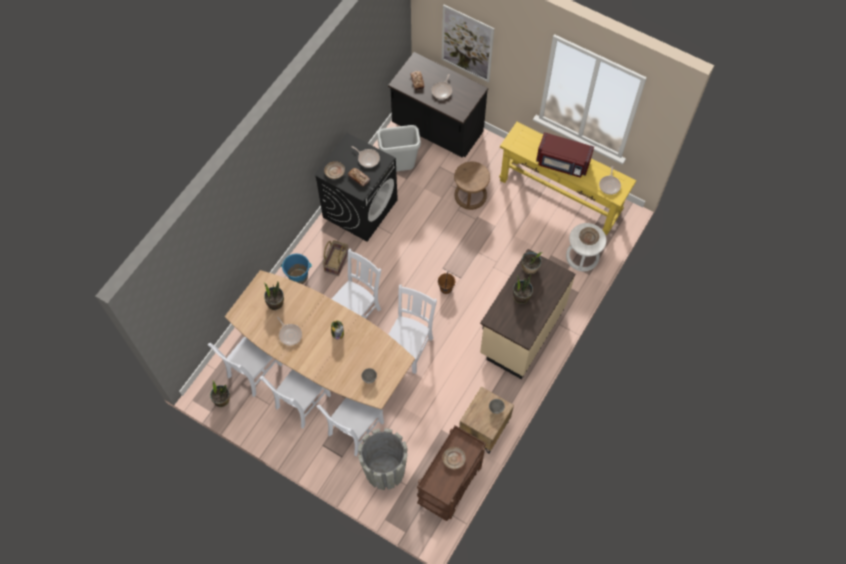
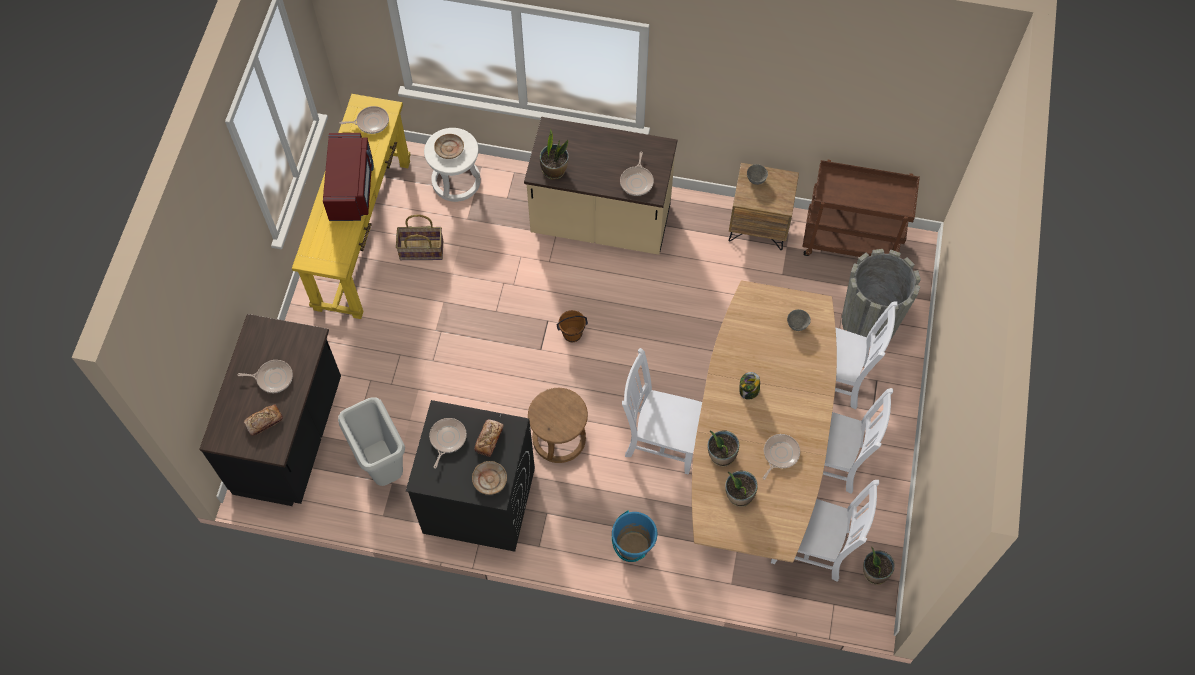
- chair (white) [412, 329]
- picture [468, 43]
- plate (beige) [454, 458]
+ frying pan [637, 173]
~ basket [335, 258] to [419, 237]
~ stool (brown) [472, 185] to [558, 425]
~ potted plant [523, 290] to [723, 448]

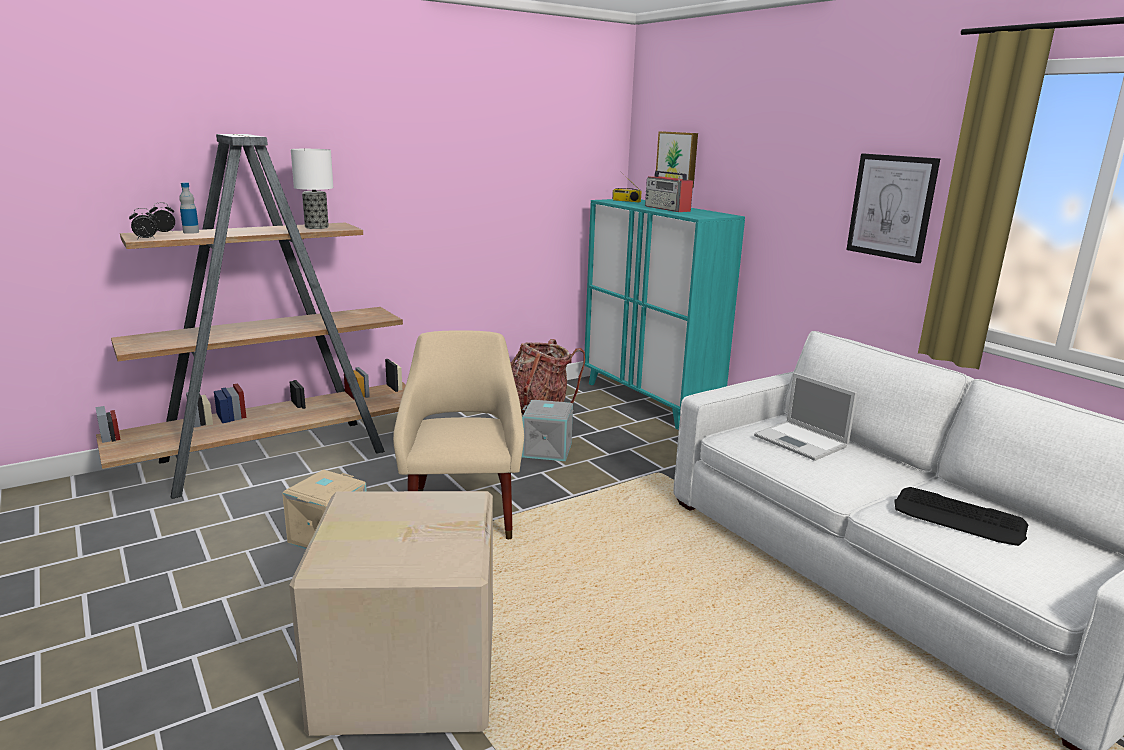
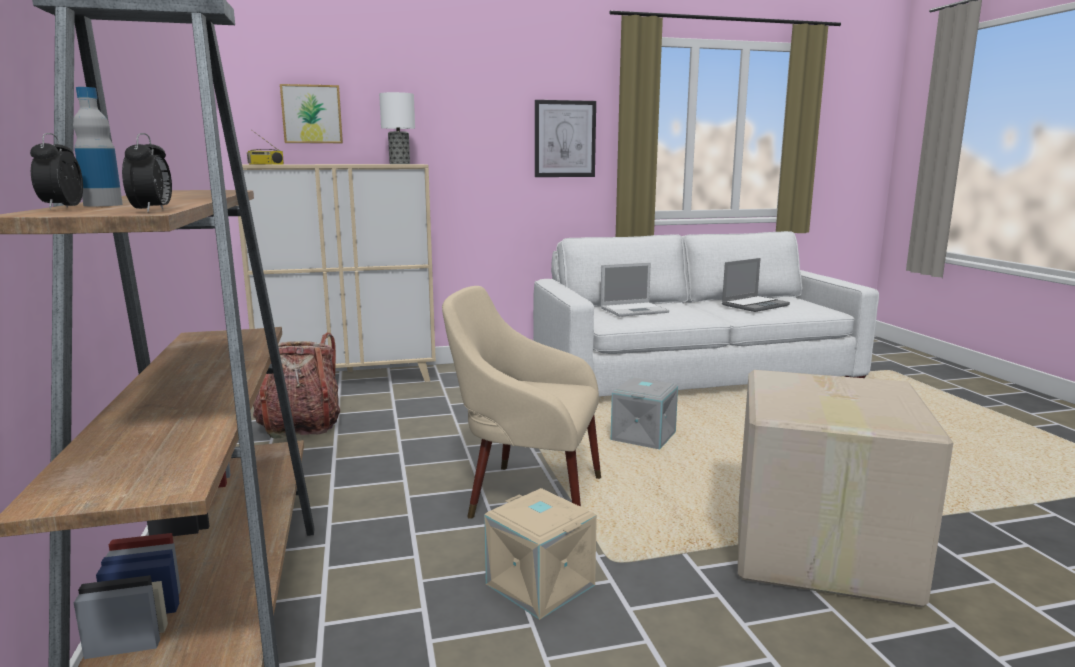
- radio [669, 191]
~ table lamp [312, 189] to [397, 128]
~ storage box (grey) [548, 430] to [644, 413]
~ keyboard [961, 516] to laptop [756, 285]
~ cabinet (turquoise) [664, 314] to cabinet (beige) [336, 273]

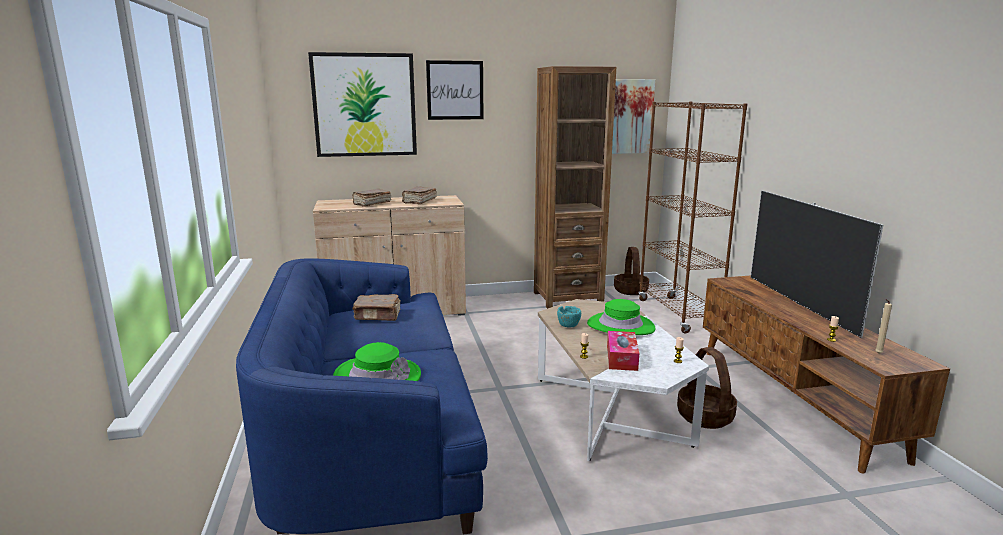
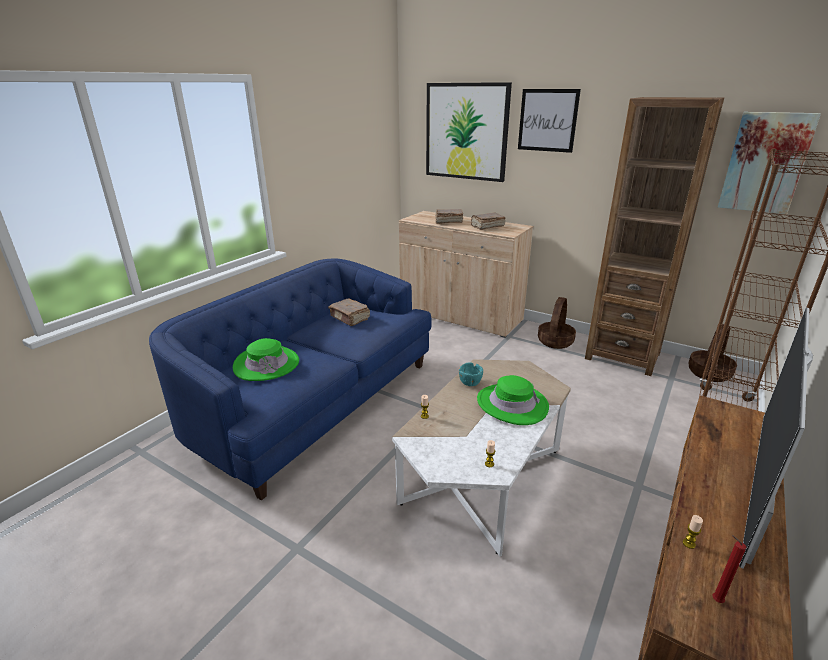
- tissue box [623, 351]
~ basket [707, 388] to [557, 323]
~ candle (beige) [883, 326] to candle (red) [729, 569]

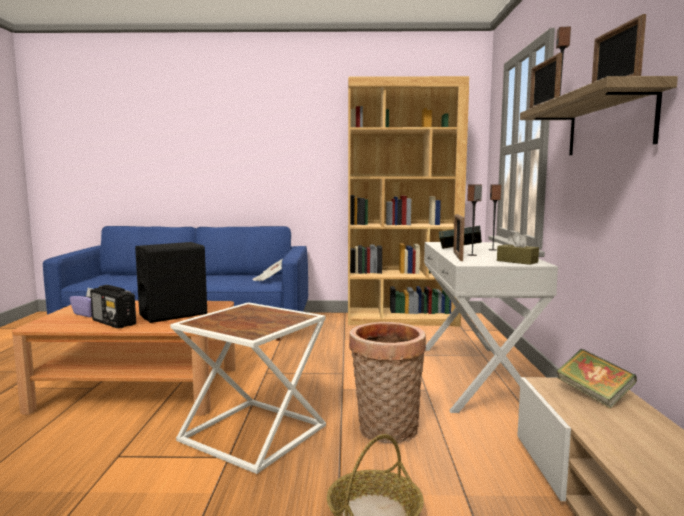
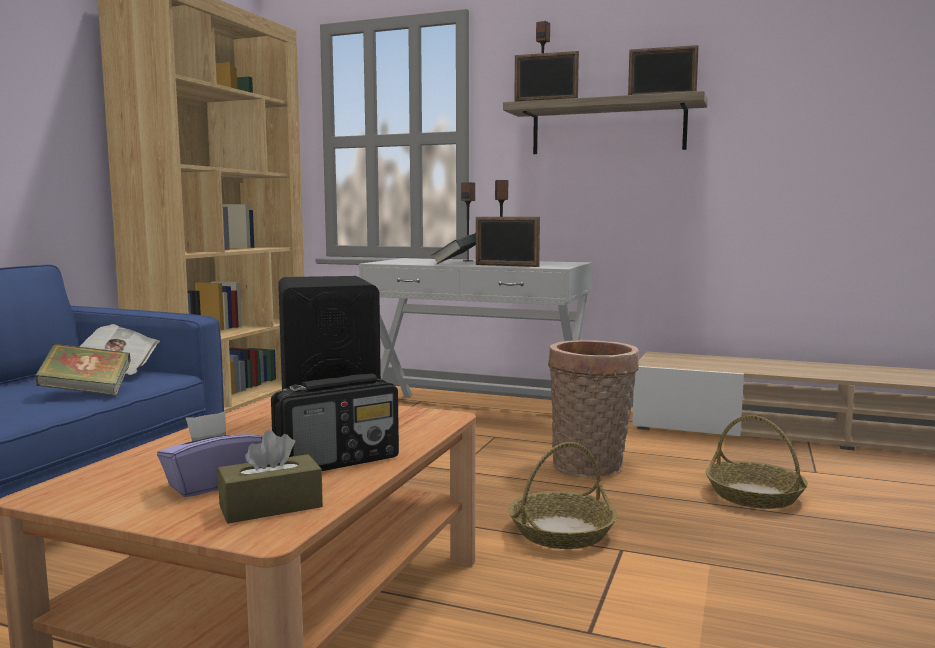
~ tissue box (brown) [518, 248] to [270, 476]
~ book [596, 379] to [83, 370]
~ side table (white) [248, 388] to basket [563, 495]

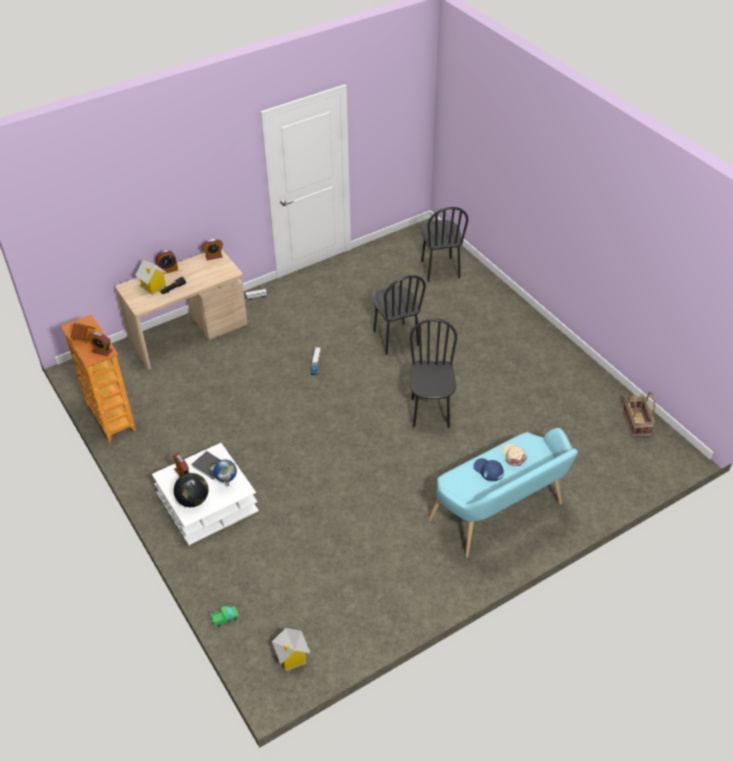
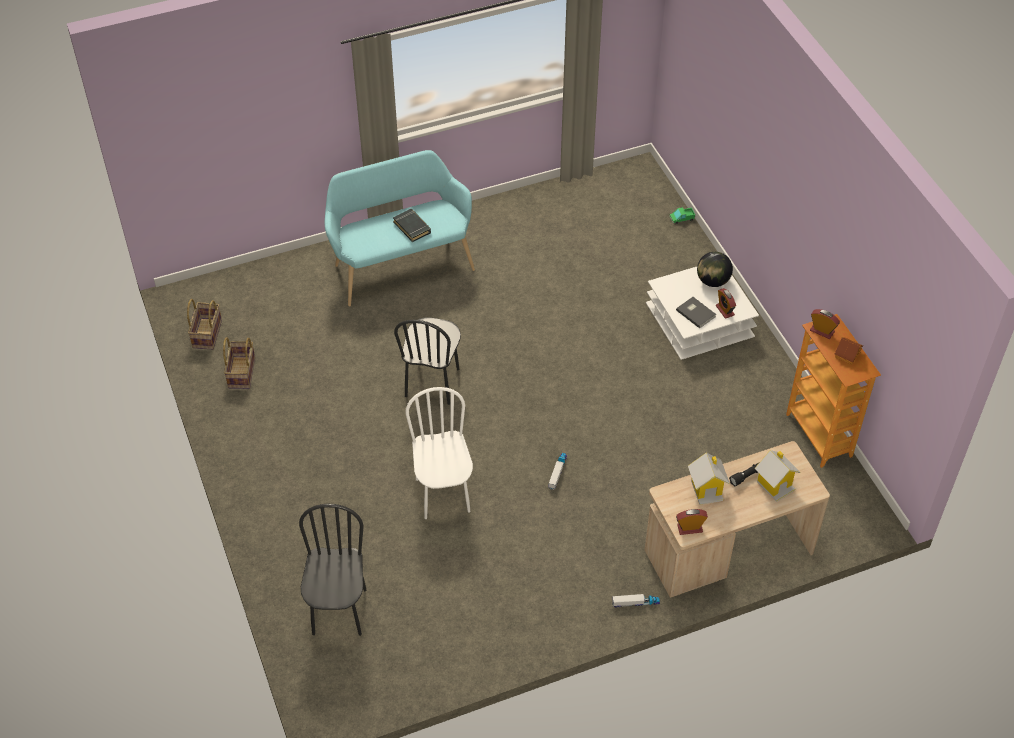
- alarm clock [167, 262]
- globe [225, 473]
- cap (beige) [514, 455]
+ basket [239, 363]
~ toy house [291, 649] to [709, 479]
~ cap (blue) [488, 469] to book (black) [412, 225]
~ chair (black) [399, 315] to chair (white) [439, 453]

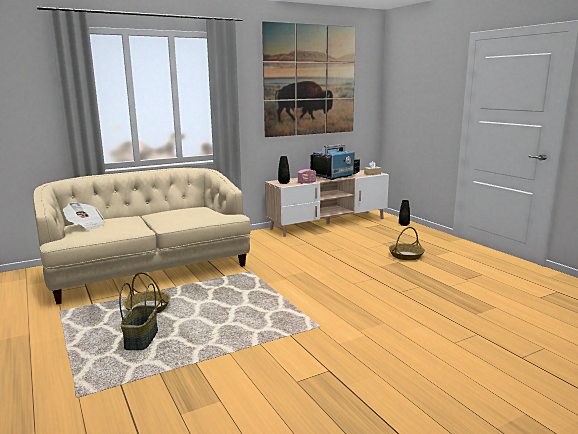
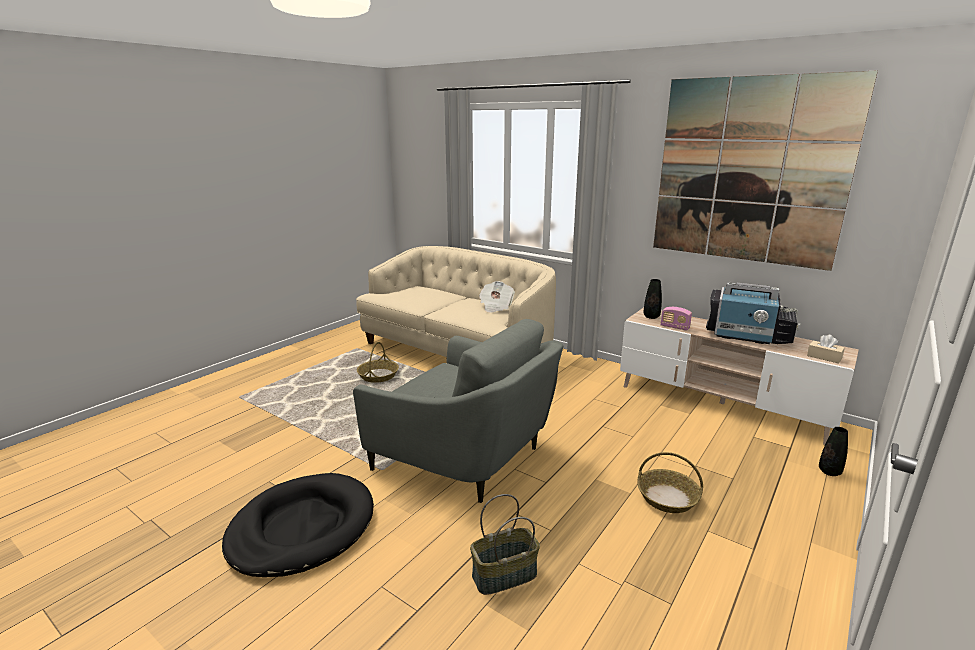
+ dog bed (black) [298, 525]
+ armchair (grey) [458, 411]
~ newspaper [84, 216] to [497, 296]
~ basket [138, 316] to [505, 544]

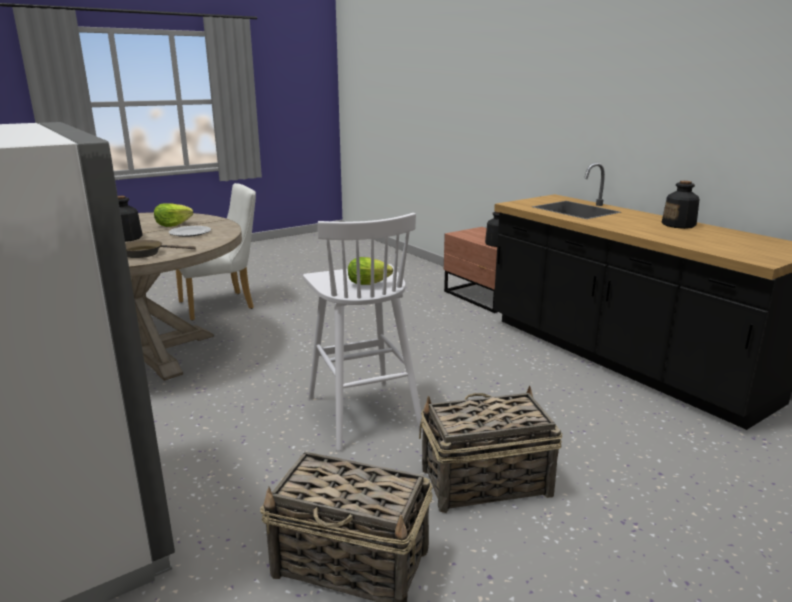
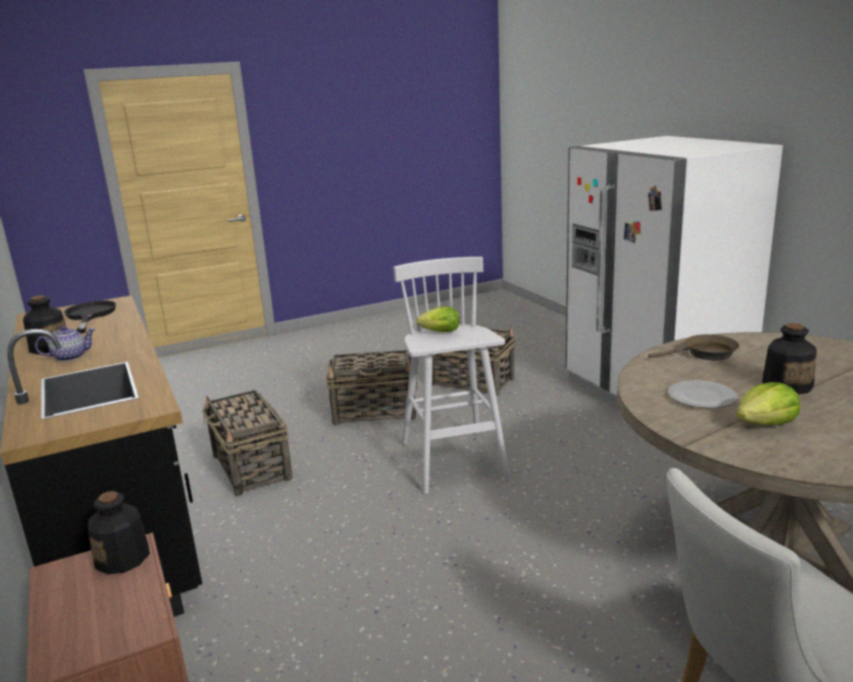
+ teapot [65, 343]
+ frying pan (black) [90, 316]
+ basket [247, 443]

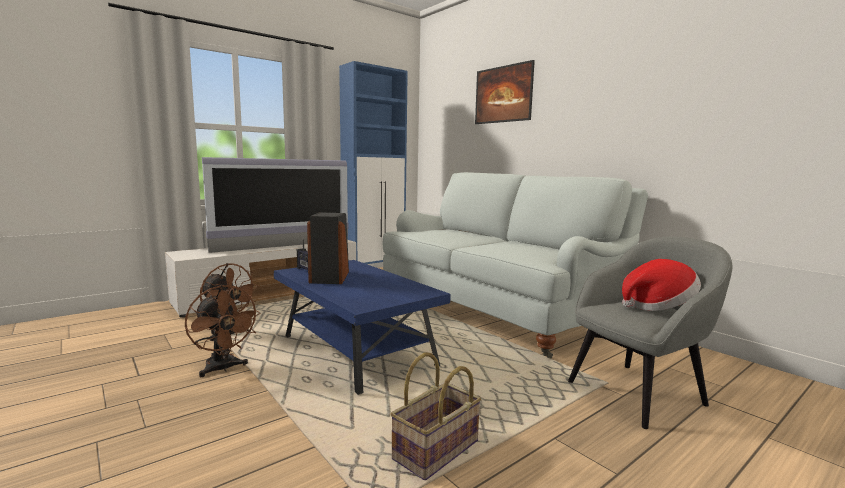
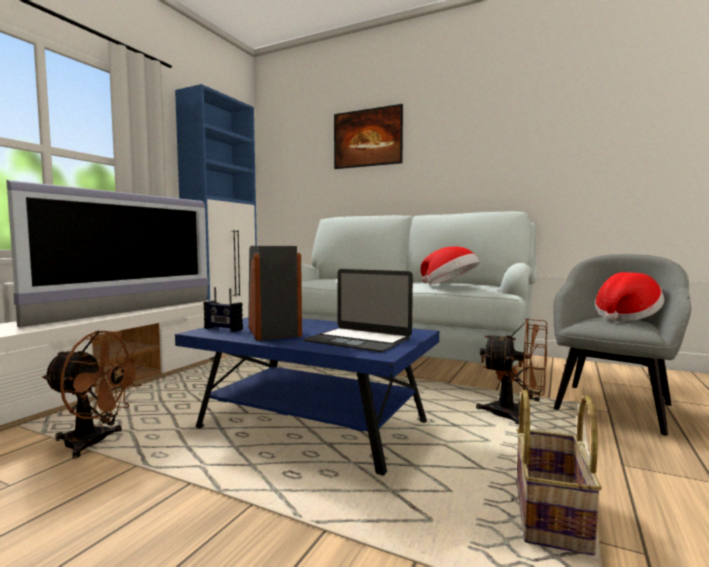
+ laptop [358, 310]
+ hat [450, 266]
~ fan (brown) [222, 331] to [511, 371]

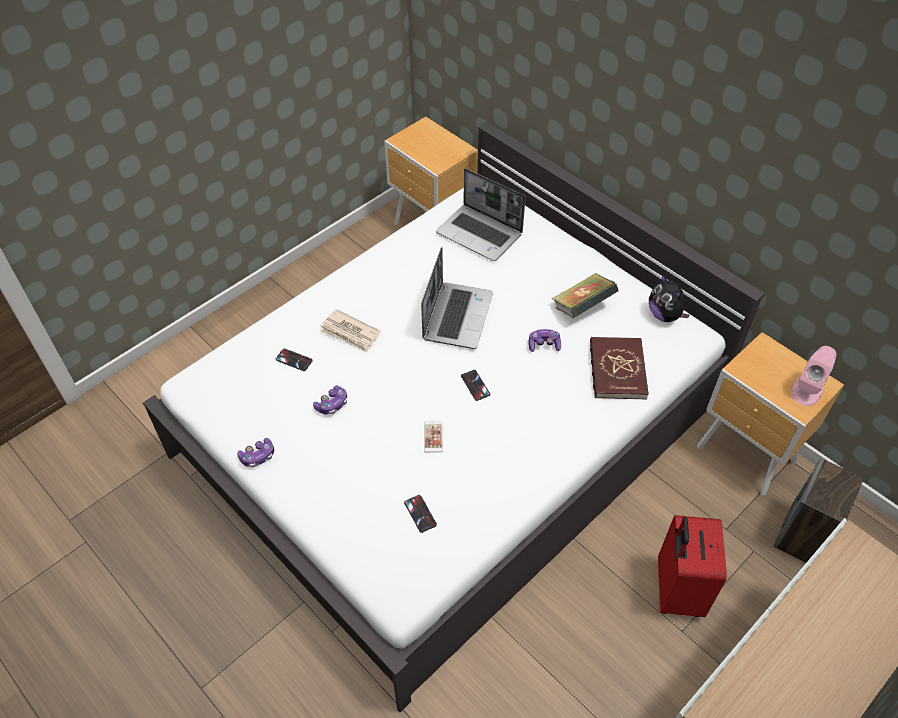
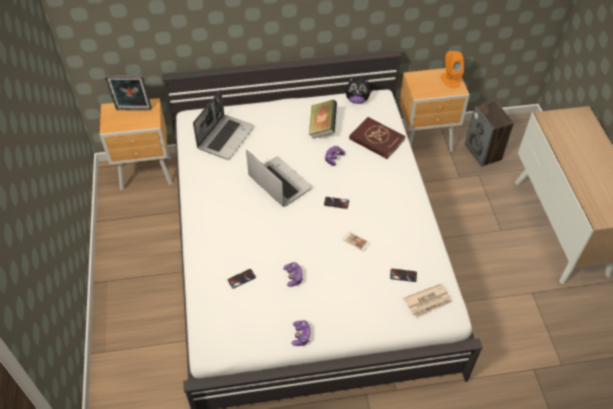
- suitcase (red) [692, 566]
+ picture frame [128, 92]
~ newspaper [350, 331] to [428, 301]
~ speaker (pink) [813, 376] to speaker (orange) [452, 69]
~ laptop [481, 214] = [223, 125] 45 degrees counterclockwise

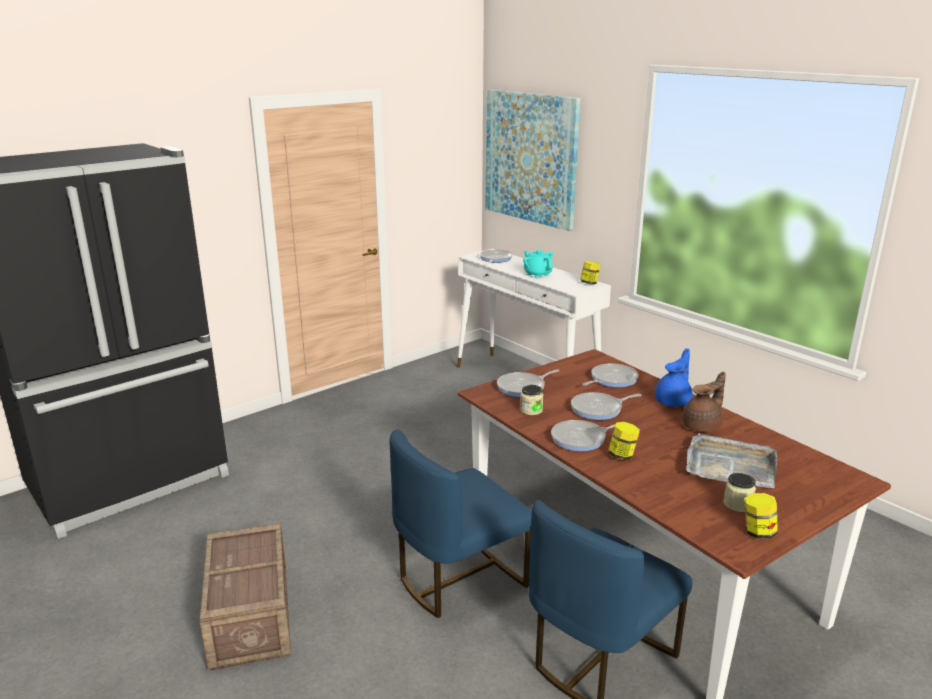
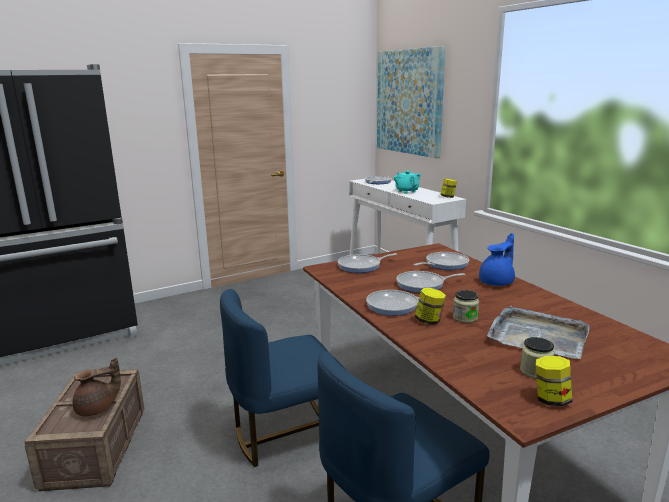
~ jar [531, 400] to [466, 306]
~ teapot (brown) [704, 401] to [97, 386]

